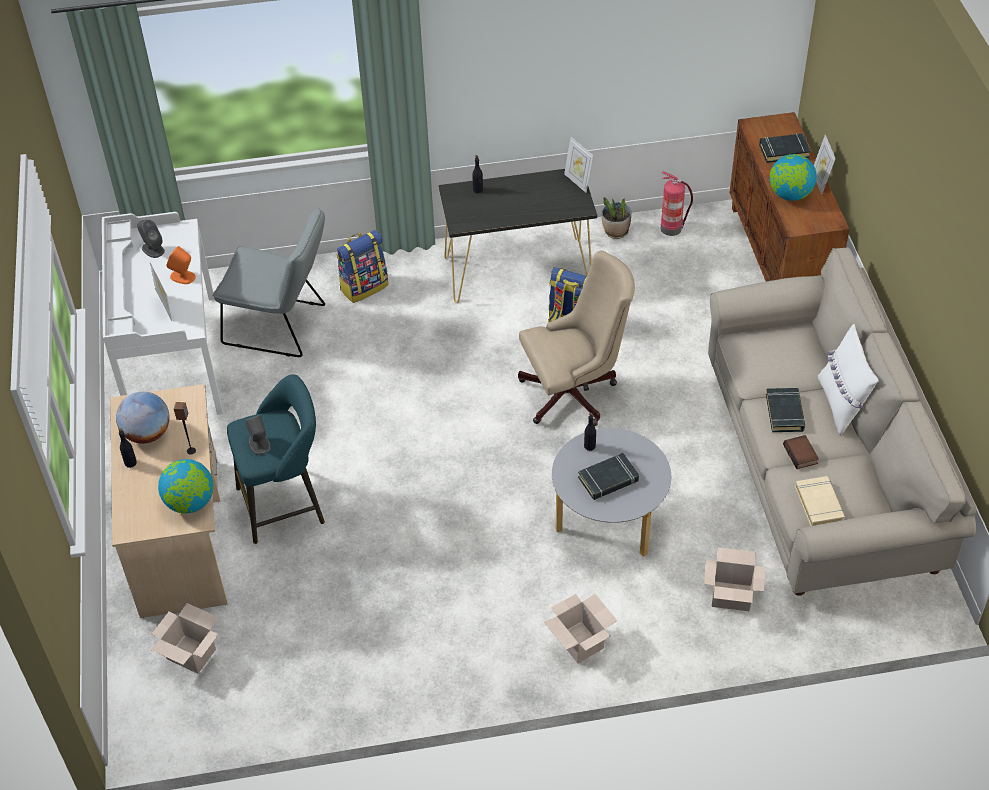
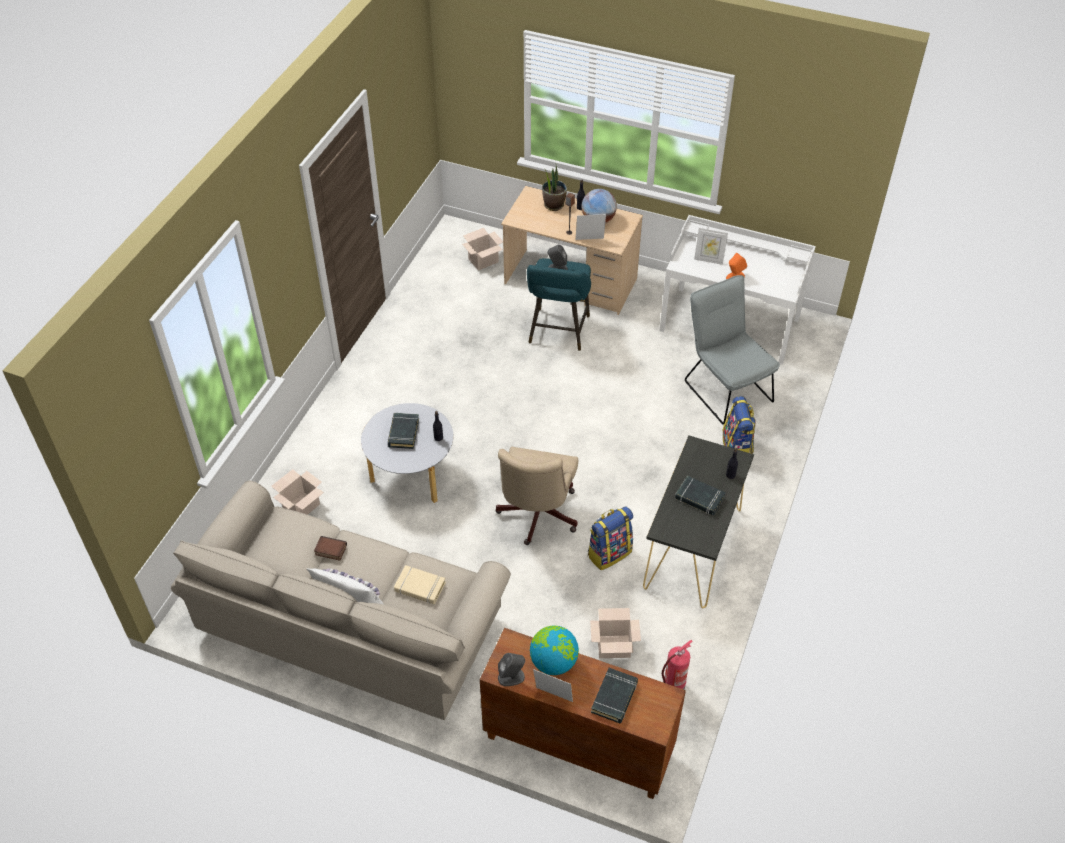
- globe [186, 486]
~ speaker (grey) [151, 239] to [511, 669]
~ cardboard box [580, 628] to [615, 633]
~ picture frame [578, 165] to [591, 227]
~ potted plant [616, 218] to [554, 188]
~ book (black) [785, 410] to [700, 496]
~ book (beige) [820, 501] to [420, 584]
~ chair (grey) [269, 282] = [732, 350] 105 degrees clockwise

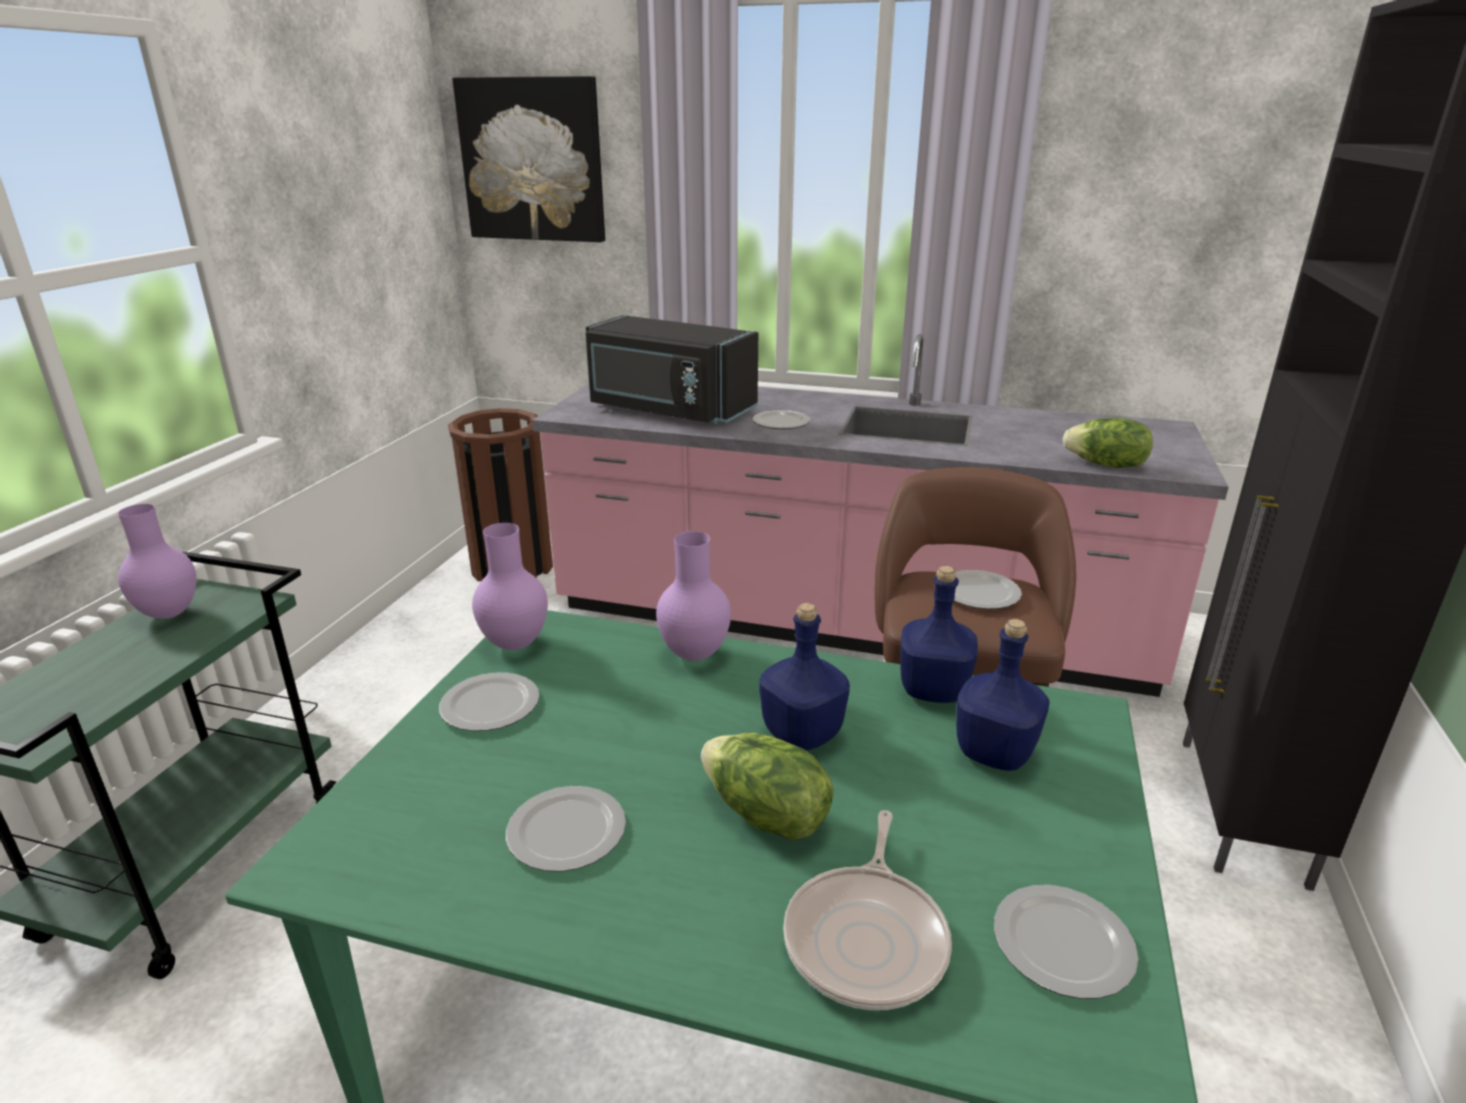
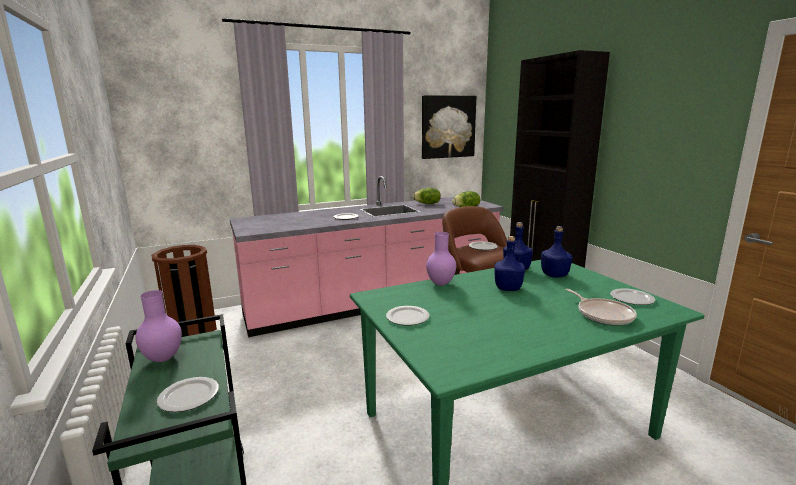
- vase (purple) [510, 586]
- microwave (black) [671, 370]
~ picture [528, 159] to [449, 127]
~ plate [566, 829] to [188, 394]
~ lettuce [767, 786] to [427, 196]

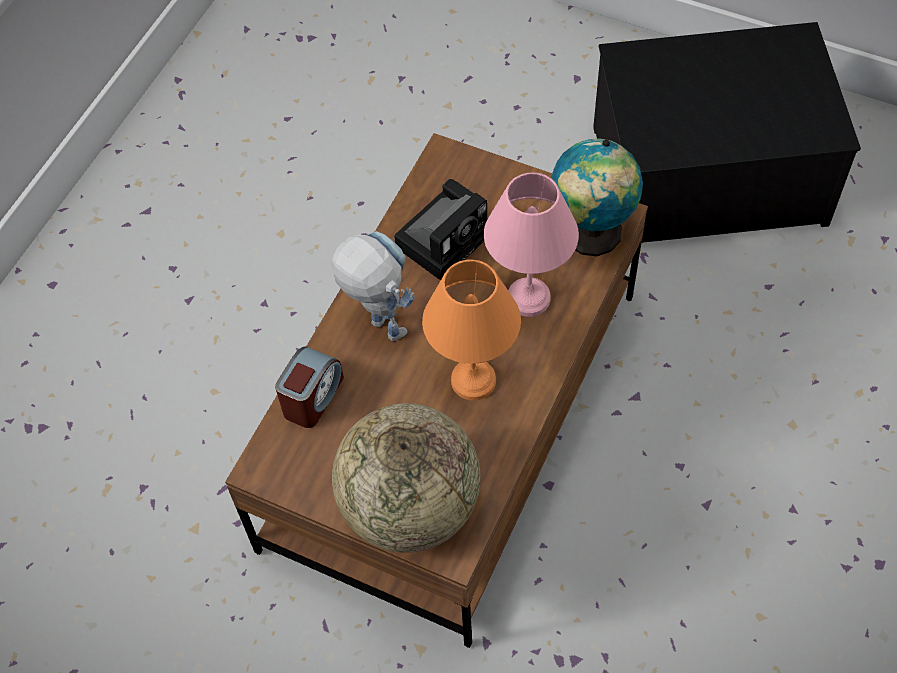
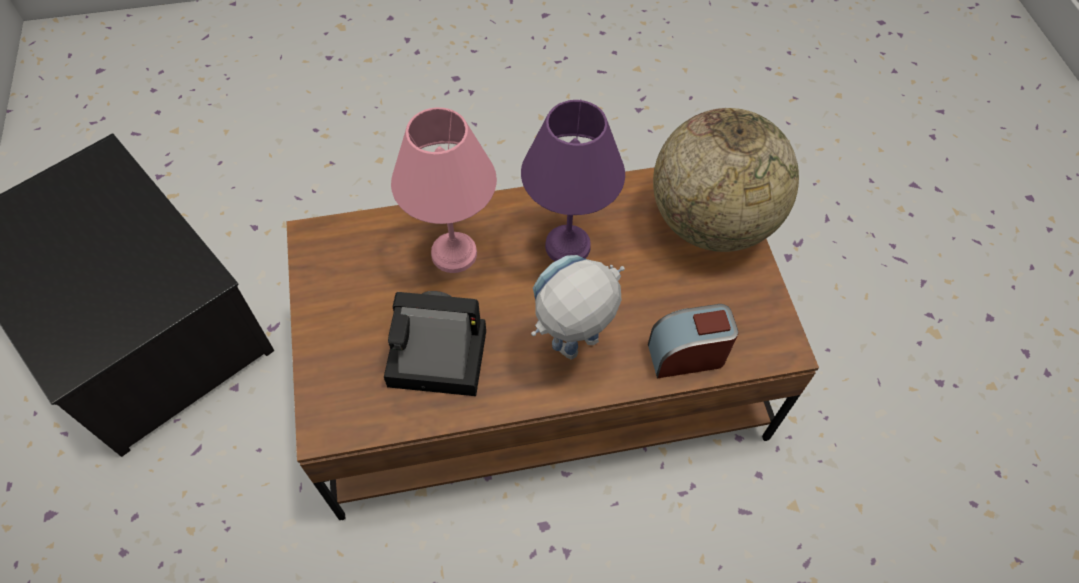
- globe [597, 197]
~ table lamp (orange) [471, 329] to table lamp (purple) [573, 180]
~ toy robot [373, 286] = [578, 307] 45 degrees clockwise

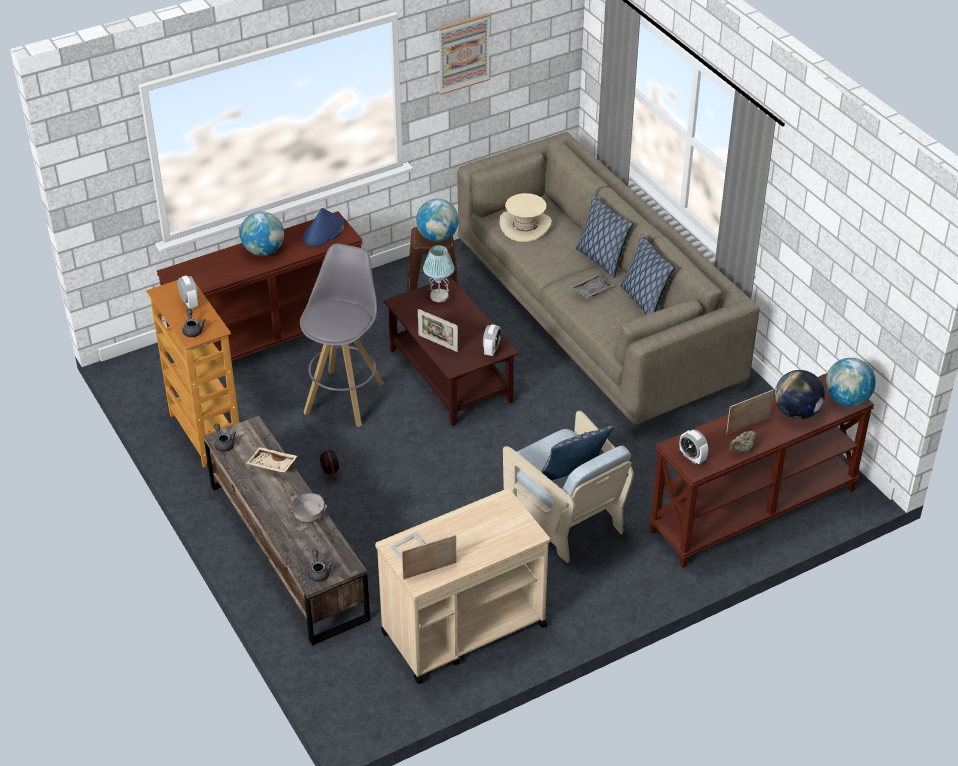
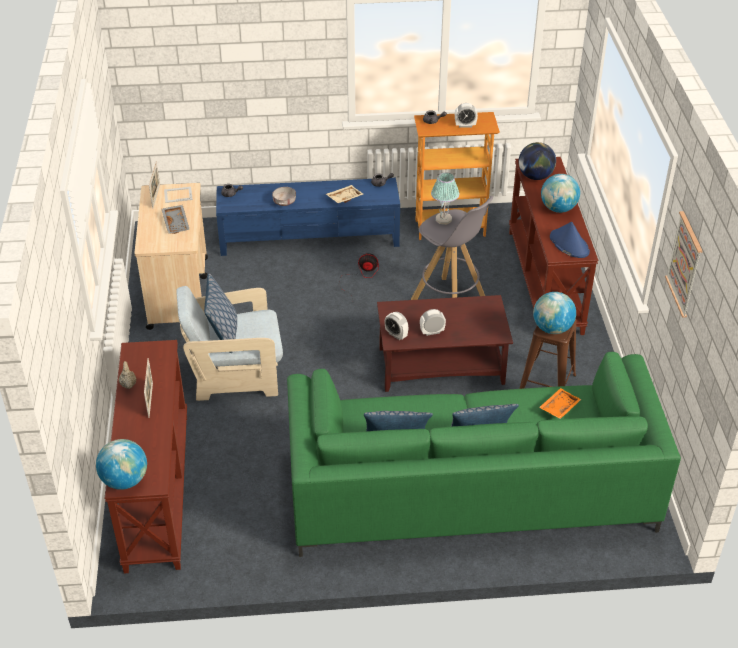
- picture frame [438, 330]
~ table lamp [439, 273] to [445, 199]
~ tray (grey) [592, 286] to [175, 219]
~ alarm clock [694, 447] to [433, 322]
~ globe [800, 394] to [537, 161]
~ hat (beige) [525, 217] to tray (orange) [560, 403]
~ tv stand (brown) [287, 530] to tv stand (blue) [308, 217]
~ sofa (beige) [608, 284] to sofa (green) [484, 454]

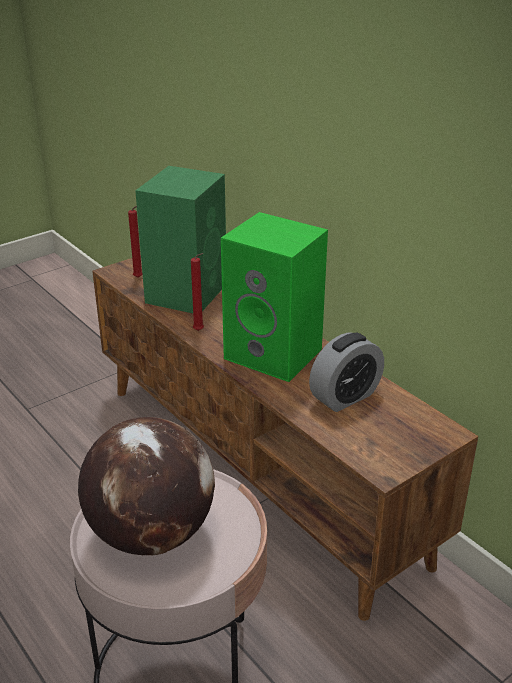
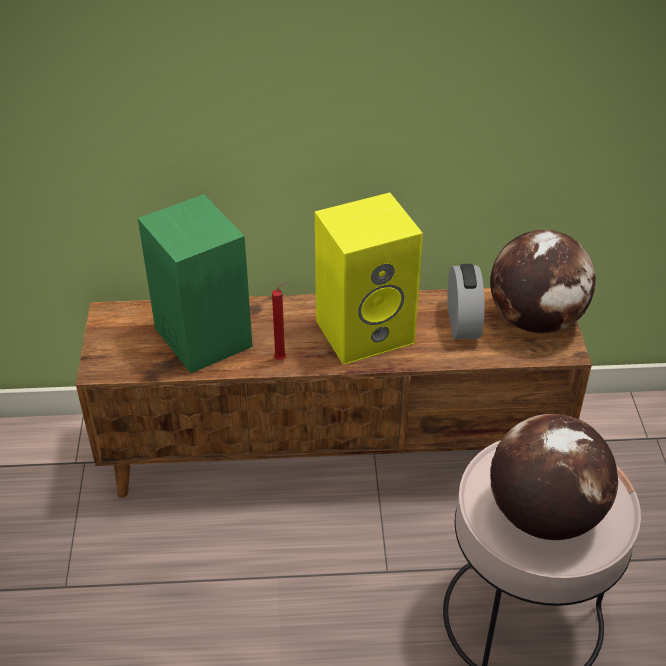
- candle (red) [135, 242]
+ globe [543, 281]
~ speaker (green) [274, 297] to speaker (yellow) [369, 278]

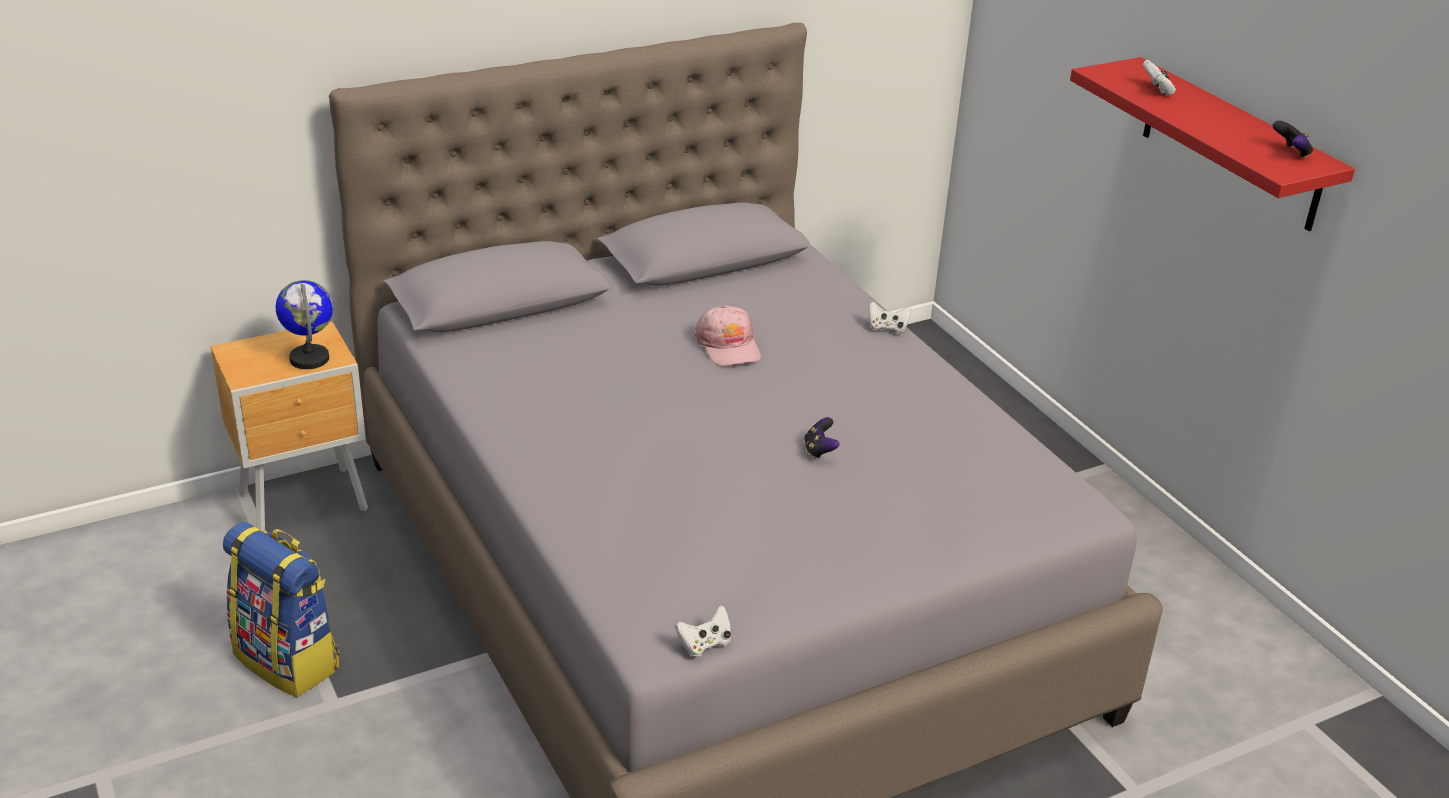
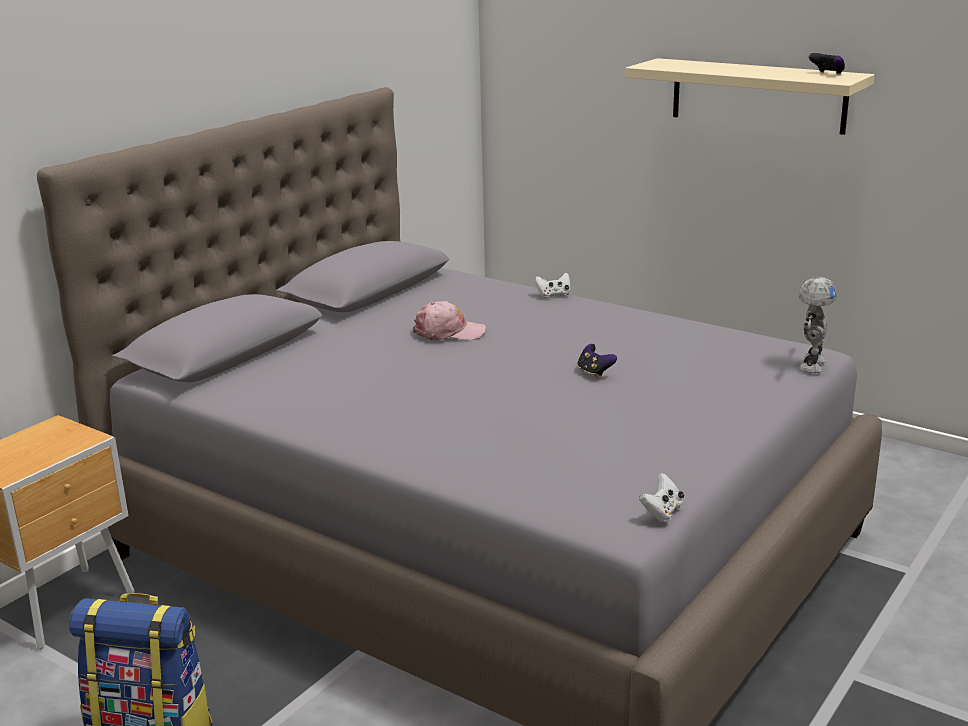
- globe [304, 324]
- game controller (white) [1159, 78]
+ toy robot [817, 325]
~ shelf (red) [1212, 144] to shelf (beige) [750, 96]
~ cap (pink) [727, 335] = [449, 321] 45 degrees counterclockwise

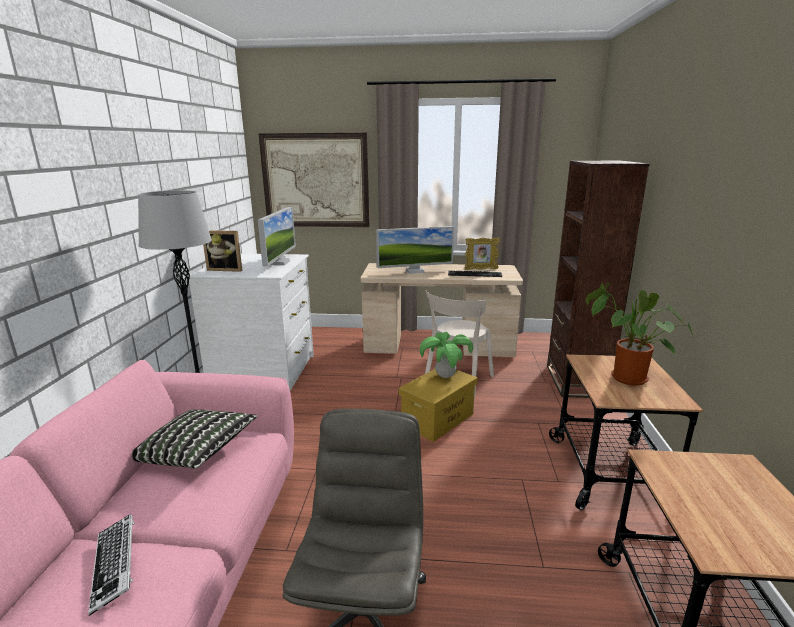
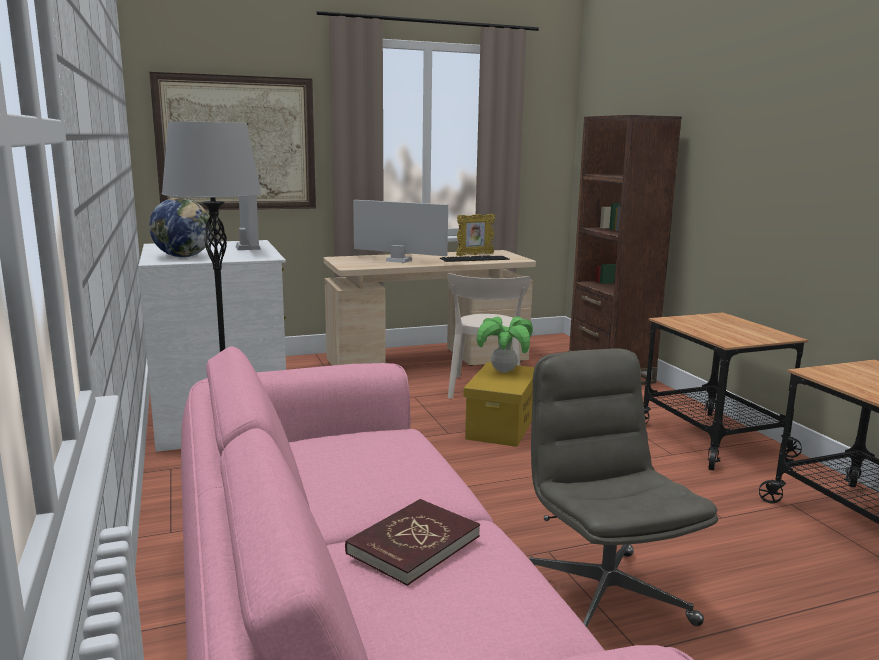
- pillow [195, 439]
- potted plant [639, 334]
~ keyboard [111, 565] to book (red) [412, 542]
~ picture frame [222, 251] to globe [180, 227]
~ monitor [415, 250] = [400, 231] 120 degrees counterclockwise

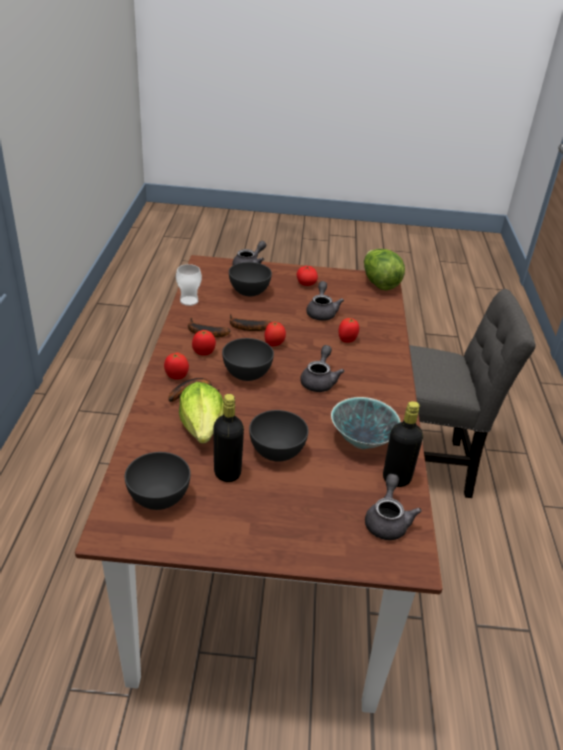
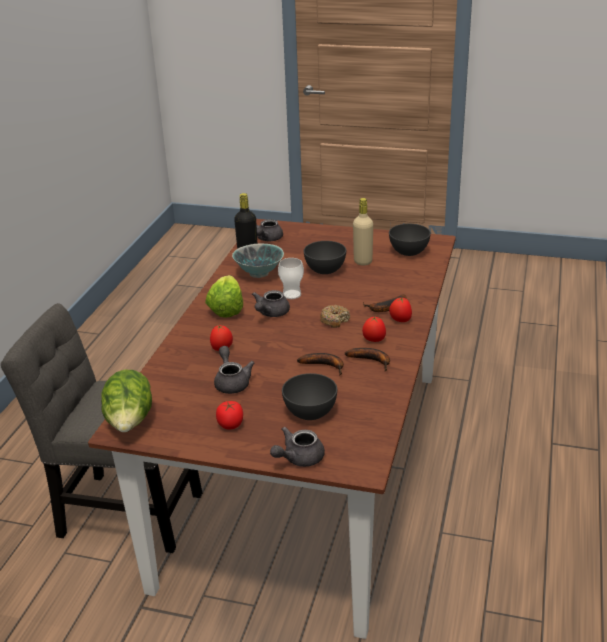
- tomato [275, 334]
~ cup [189, 285] to [291, 278]
~ lettuce [201, 412] to [224, 296]
~ bowl (grey) [248, 359] to donut [335, 316]
~ bottle (black) [228, 438] to bottle (beige) [363, 232]
~ teapot (grey) [325, 301] = [234, 370] 150 degrees clockwise

